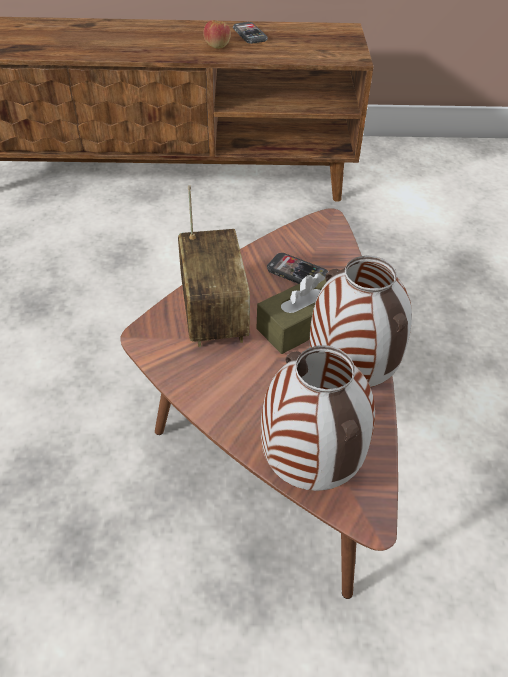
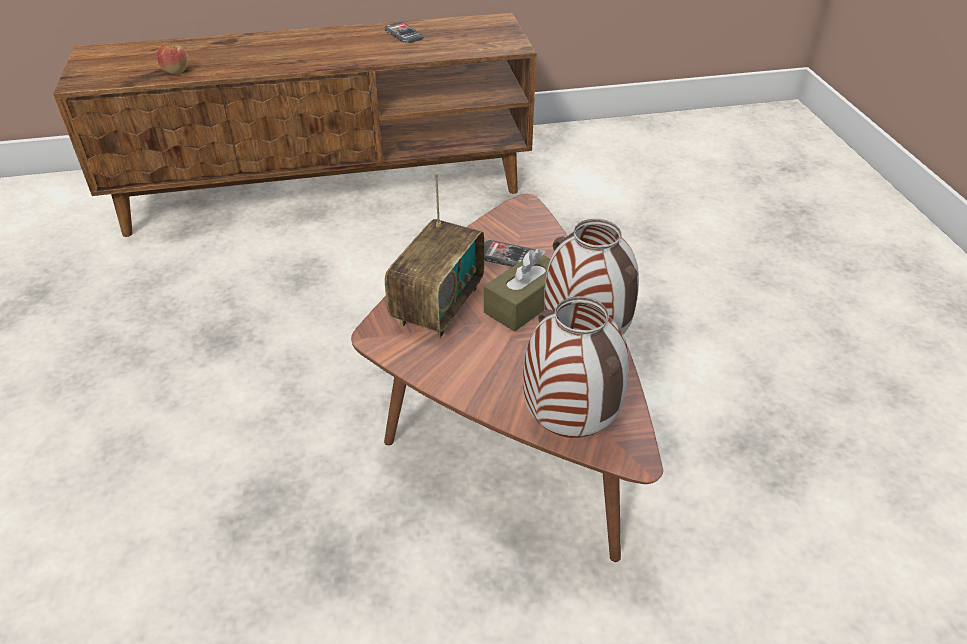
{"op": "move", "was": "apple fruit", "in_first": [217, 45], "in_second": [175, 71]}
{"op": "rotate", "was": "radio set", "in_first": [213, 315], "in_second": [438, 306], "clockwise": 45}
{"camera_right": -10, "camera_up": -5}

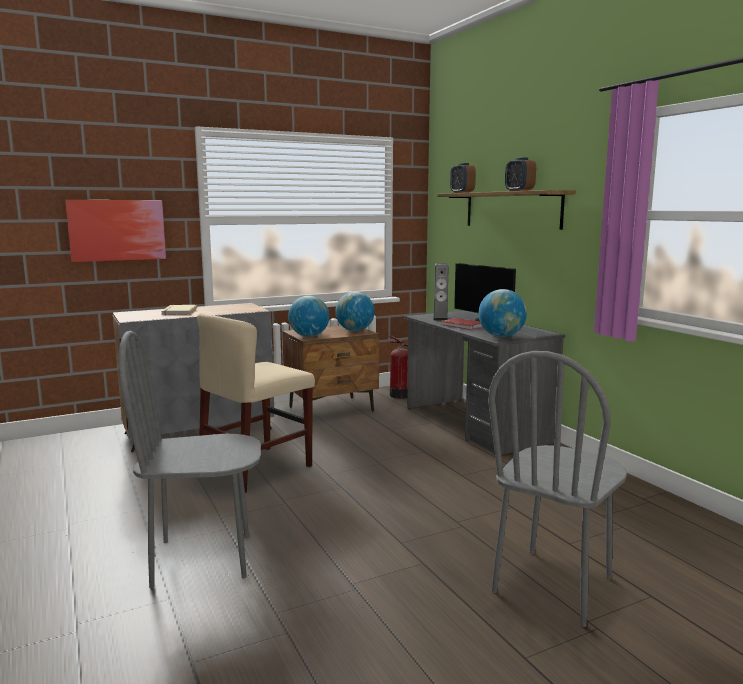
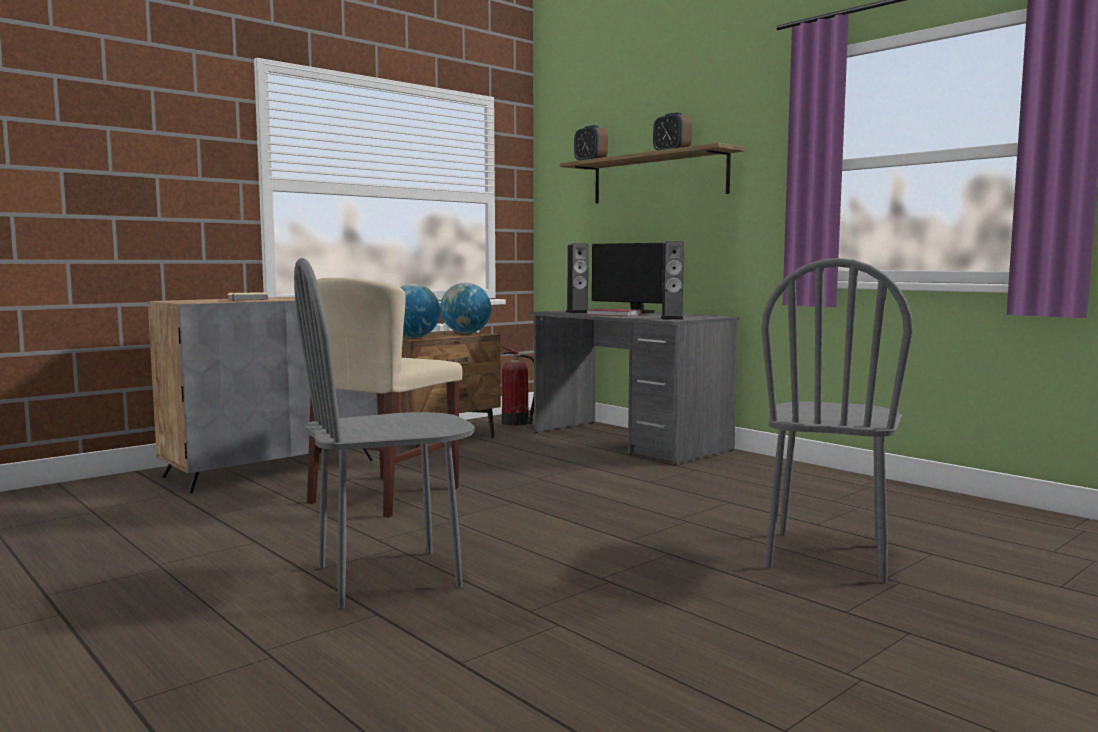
{"op": "replace", "was": "globe", "now": "audio speaker", "in_first": [501, 336], "in_second": [672, 318]}
{"op": "delete", "was": "wall picture", "in_first": [117, 230]}
{"camera_right": -15, "camera_up": -5}

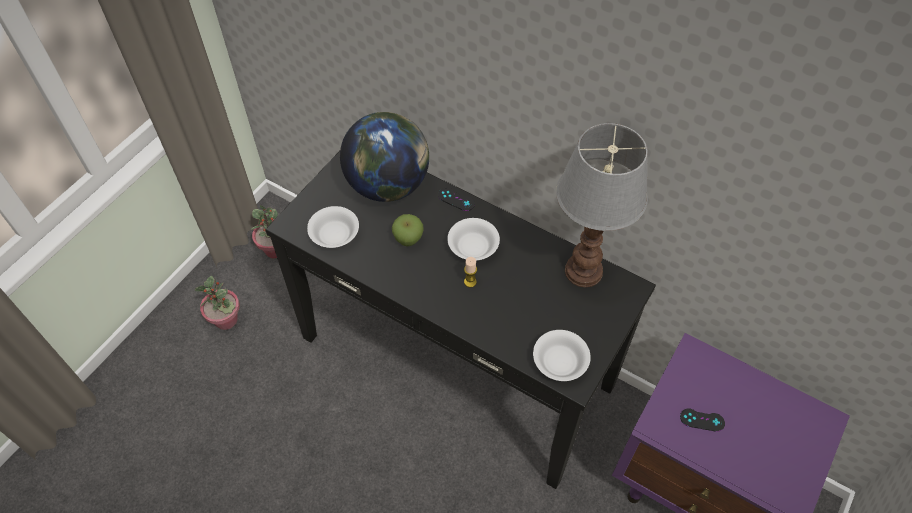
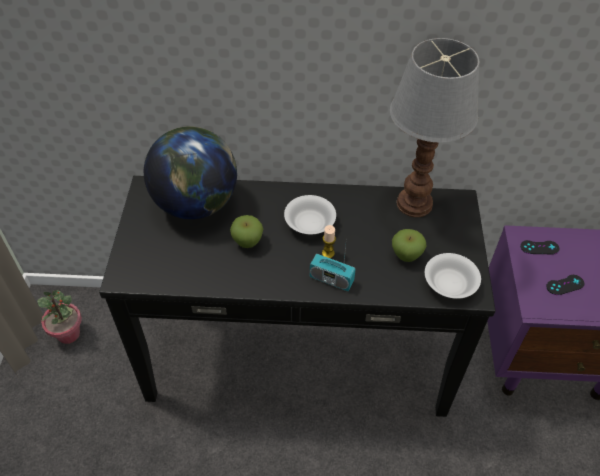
{"op": "insert", "now": "radio set", "in_second": [331, 279]}
{"op": "insert", "now": "apple fruit", "in_second": [406, 255]}
{"op": "move", "was": "gamepad/black-coloured", "in_first": [456, 199], "in_second": [539, 247]}
{"op": "delete", "was": "potted plant", "in_first": [226, 320]}
{"op": "delete", "was": "deep dish/whitish", "in_first": [334, 235]}
{"camera_right": -30, "camera_up": -5}

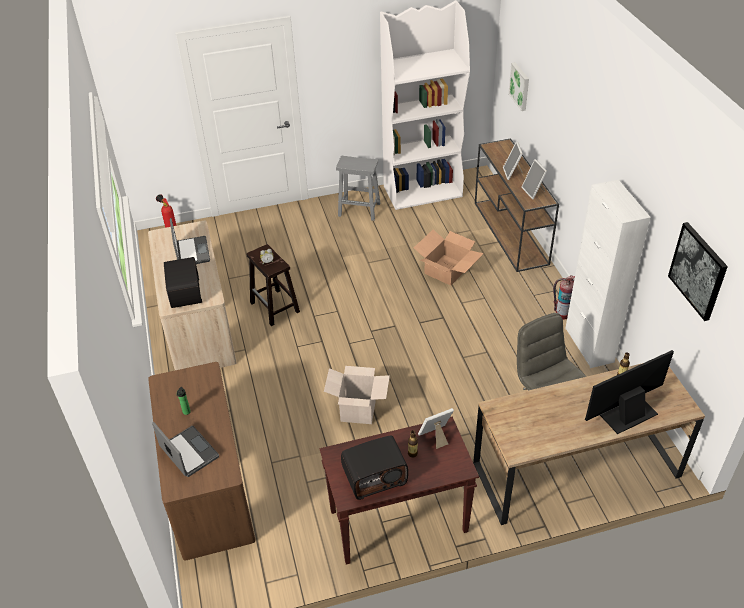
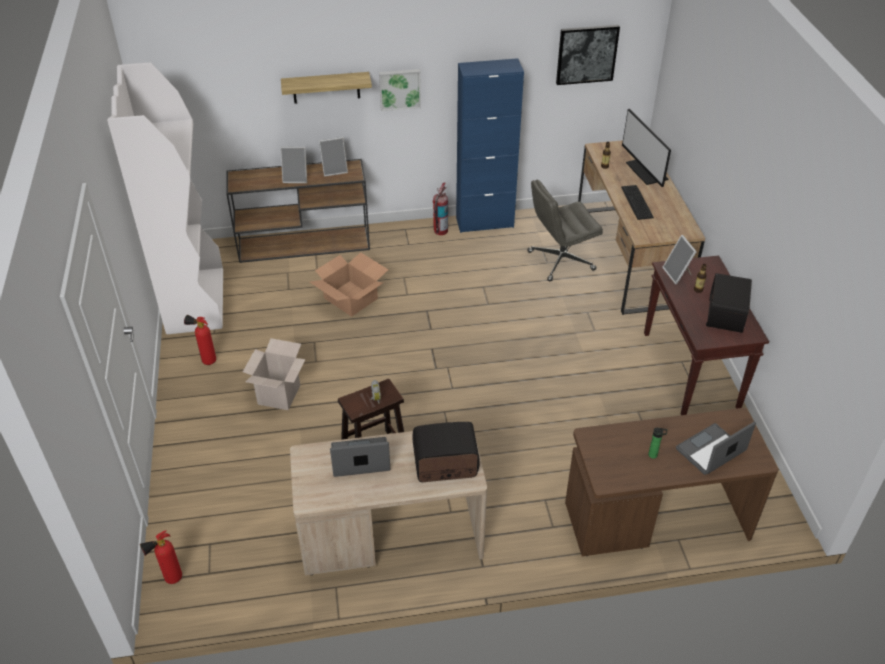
{"op": "replace", "was": "sitting stool/grey", "now": "fire-fighting cylinder", "in_first": [360, 209], "in_second": [206, 360]}
{"op": "move", "was": "packing box", "in_first": [358, 411], "in_second": [279, 395]}
{"op": "insert", "now": "shelf", "in_second": [326, 87]}
{"op": "move", "was": "wall picture", "in_first": [520, 86], "in_second": [399, 89]}
{"op": "recolor", "was": "storage cabinet/whitish", "now": "storage cabinet/blue", "in_first": [589, 345], "in_second": [484, 223]}
{"op": "insert", "now": "PC keyboard", "in_second": [636, 203]}
{"op": "rotate", "was": "radio set", "in_first": [375, 476], "in_second": [726, 315], "clockwise": -150}
{"camera_right": -85, "camera_up": 0}

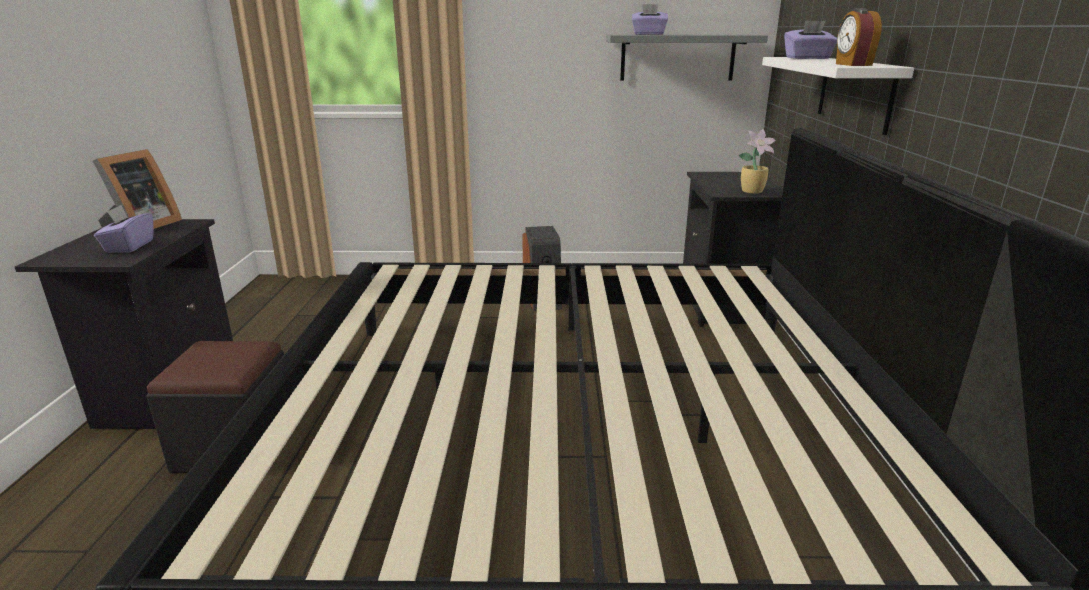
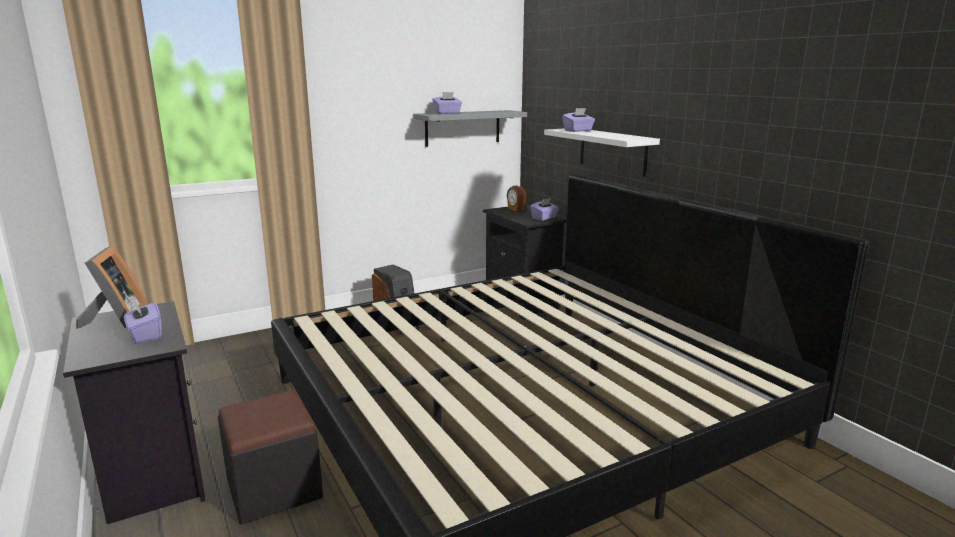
{"op": "move", "was": "alarm clock", "in_first": [852, 64], "in_second": [515, 209]}
{"op": "replace", "was": "potted plant", "now": "tissue holder/purple", "in_first": [753, 191], "in_second": [544, 218]}
{"camera_right": -30, "camera_up": -5}

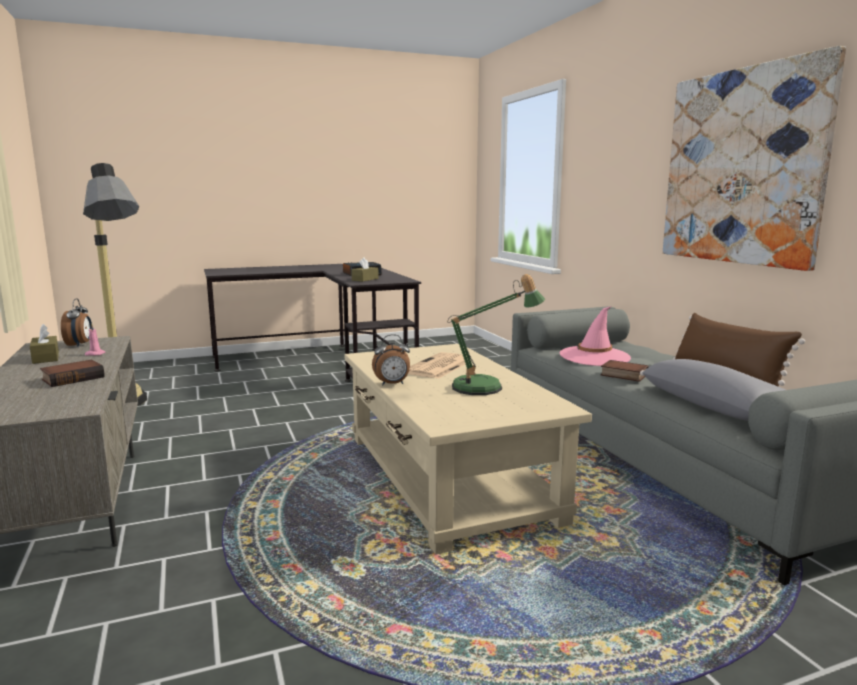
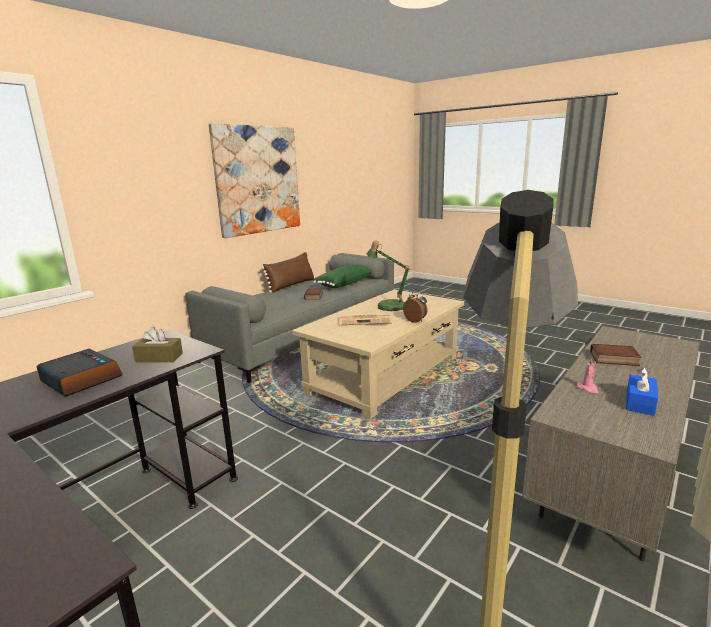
{"op": "recolor", "was": "cushion/grey", "now": "cushion/green", "in_first": [716, 407], "in_second": [343, 284]}
{"op": "recolor", "was": "tissue holder/brown-coloured", "now": "tissue holder/blue", "in_first": [45, 357], "in_second": [640, 402]}
{"op": "delete", "was": "alarm clock", "in_first": [80, 345]}
{"op": "delete", "was": "hat/pink-coloured", "in_first": [594, 356]}
{"camera_right": -120, "camera_up": 5}

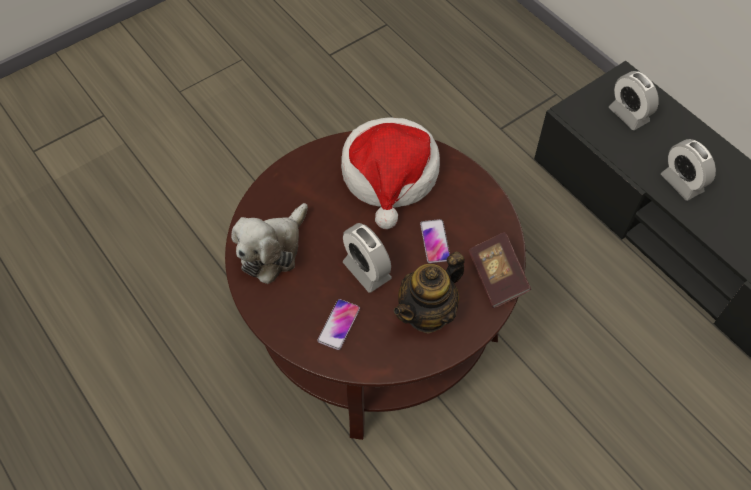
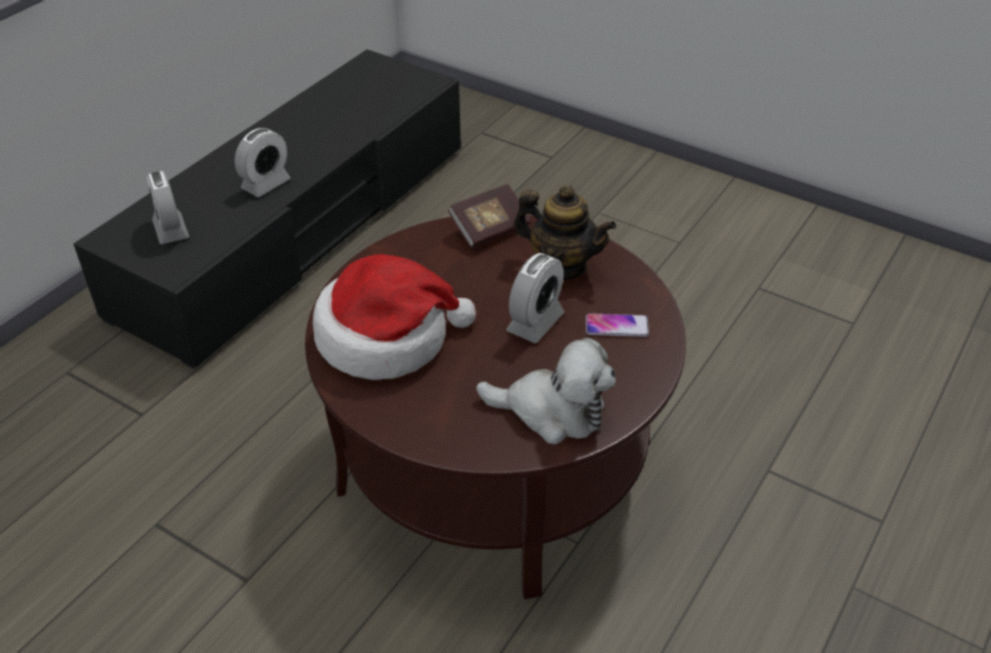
{"op": "rotate", "was": "alarm clock", "in_first": [628, 115], "in_second": [171, 229], "clockwise": 120}
{"op": "delete", "was": "handset", "in_first": [435, 241]}
{"camera_right": -110, "camera_up": -15}

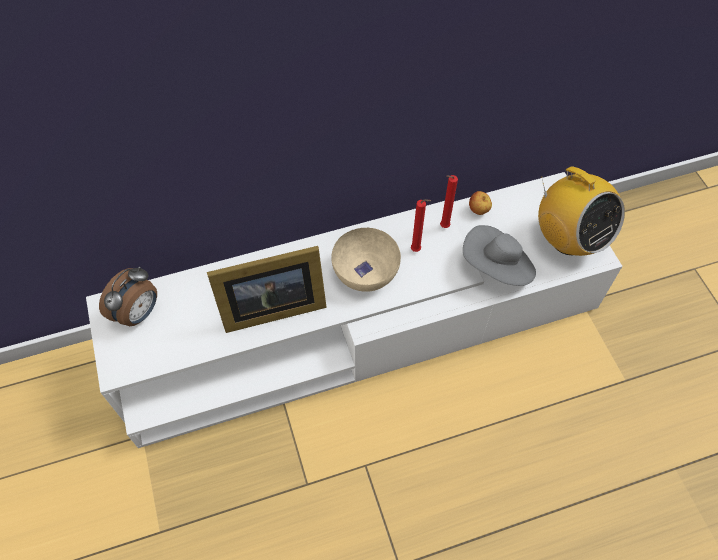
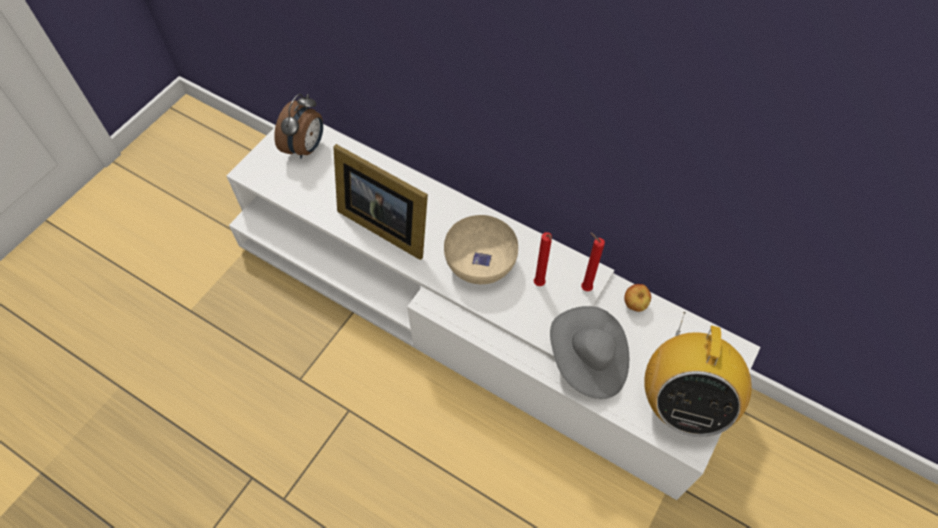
{"op": "rotate", "was": "alarm clock", "in_first": [138, 313], "in_second": [306, 148], "clockwise": -60}
{"camera_right": 50, "camera_up": 0}

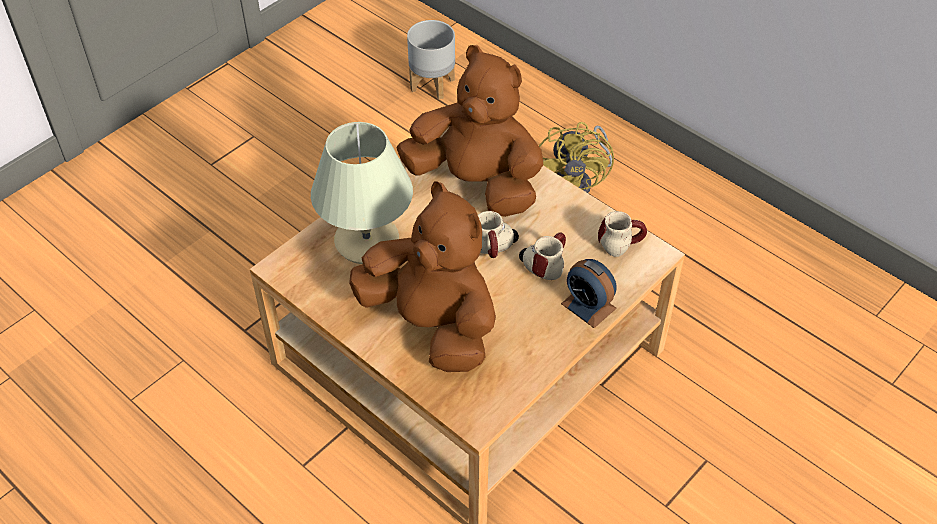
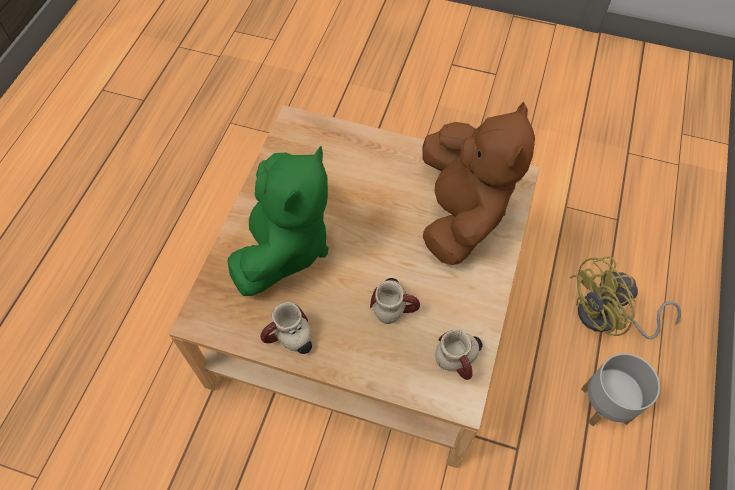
{"op": "recolor", "was": "plush toy/brown-coloured", "now": "plush toy/green", "in_first": [432, 324], "in_second": [284, 246]}
{"op": "move", "was": "tea mug", "in_first": [496, 249], "in_second": [289, 340]}
{"op": "move", "was": "planter/grey", "in_first": [433, 85], "in_second": [605, 405]}
{"op": "delete", "was": "table lamp/beige", "in_first": [366, 240]}
{"op": "delete", "was": "alarm clock", "in_first": [588, 306]}
{"camera_right": 65, "camera_up": 10}

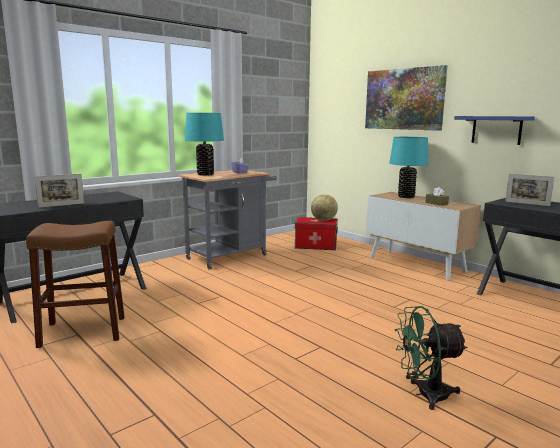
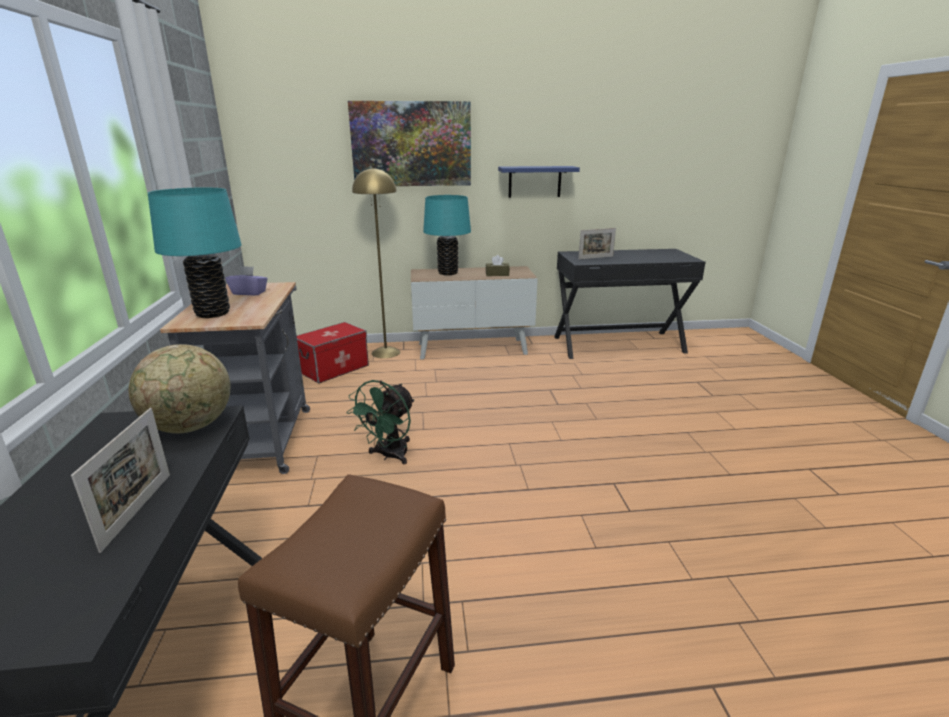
{"op": "move", "was": "globe", "in_first": [323, 220], "in_second": [191, 427]}
{"op": "move", "was": "cooling fan/green", "in_first": [425, 394], "in_second": [389, 456]}
{"op": "insert", "now": "standing lamp/yellowish", "in_second": [385, 352]}
{"camera_right": -55, "camera_up": 10}

